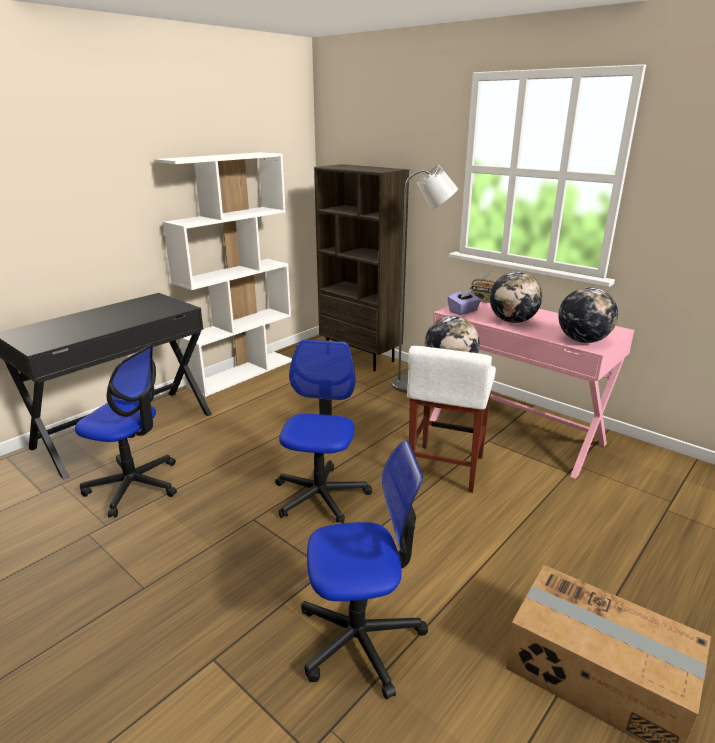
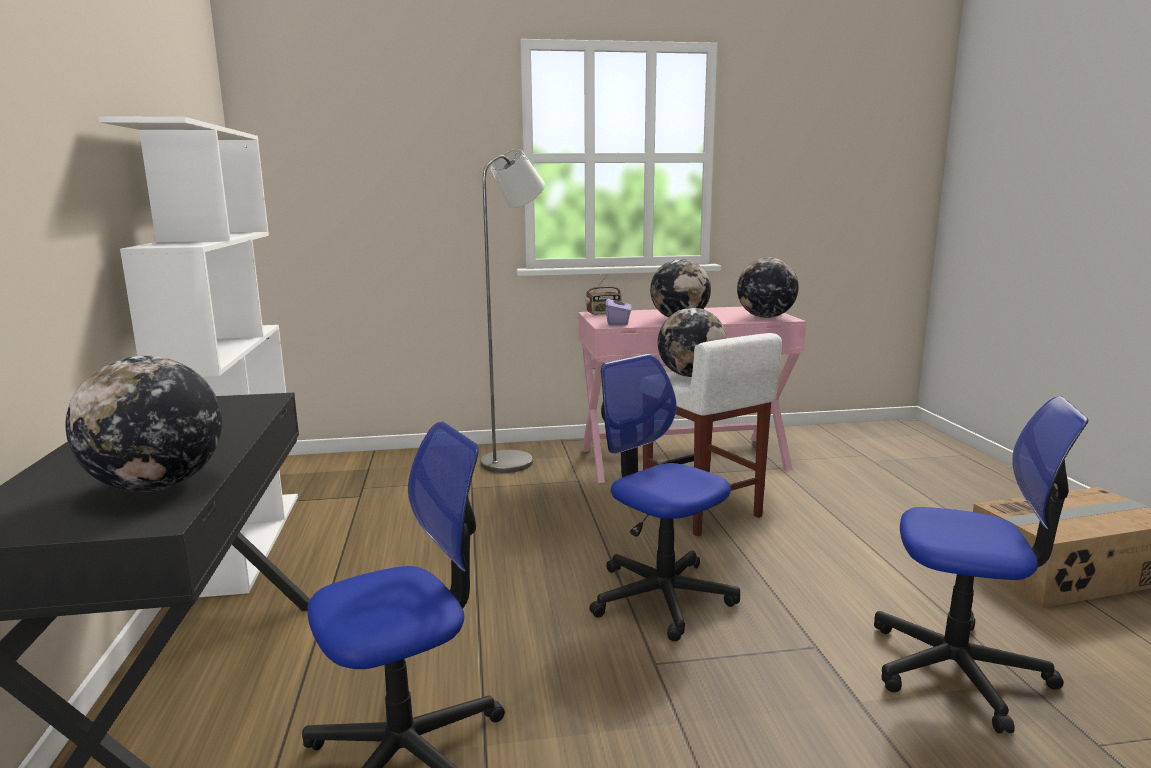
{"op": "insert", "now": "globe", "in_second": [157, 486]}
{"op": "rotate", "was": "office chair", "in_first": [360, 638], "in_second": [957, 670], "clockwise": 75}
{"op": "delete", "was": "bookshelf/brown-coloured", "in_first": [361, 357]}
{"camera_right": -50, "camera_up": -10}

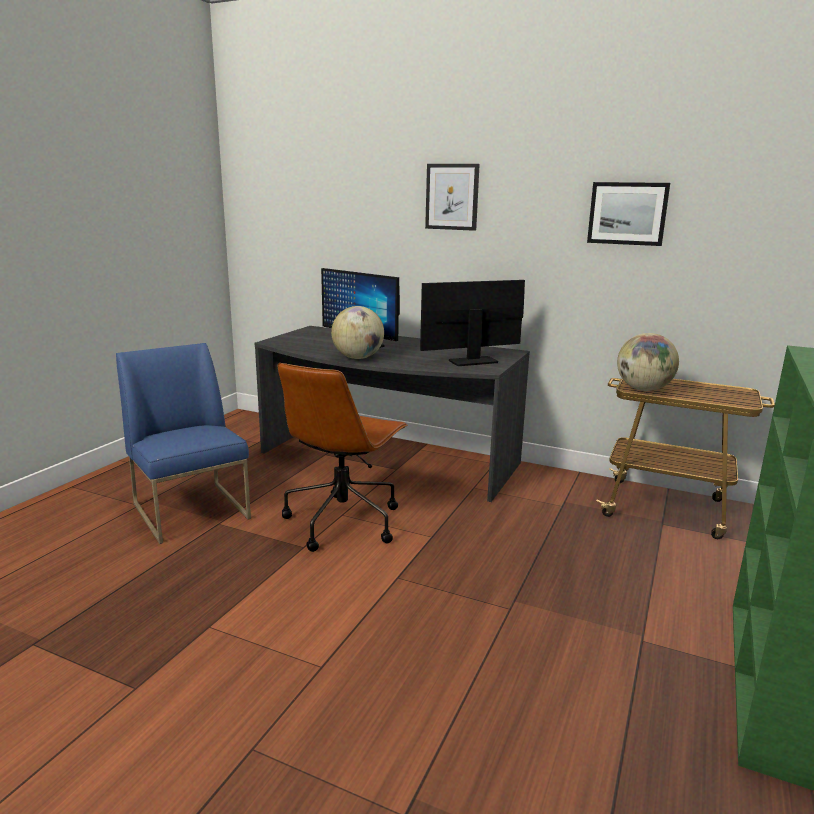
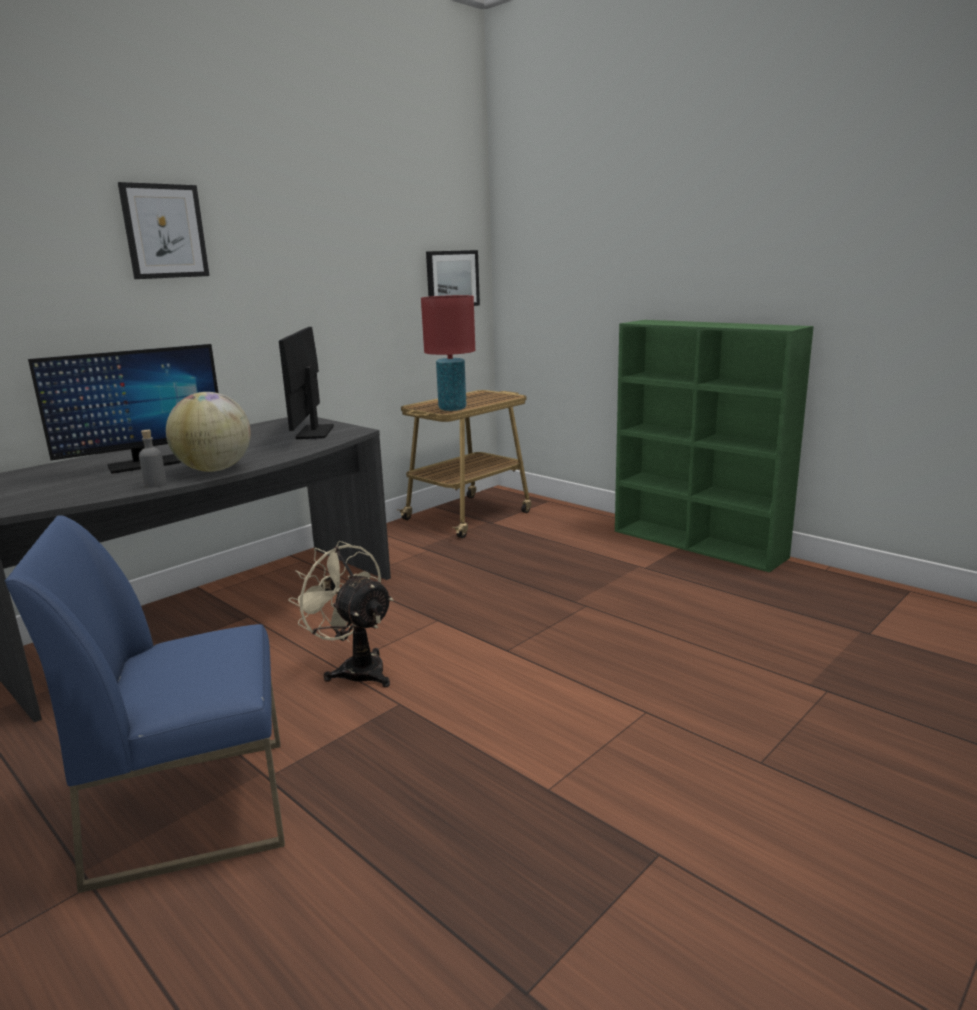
{"op": "insert", "now": "bottle/grey", "in_second": [155, 484]}
{"op": "replace", "was": "office chair/brown-coloured", "now": "cooling fan/beige", "in_first": [343, 521], "in_second": [355, 669]}
{"op": "replace", "was": "globe", "now": "table lamp/reddish", "in_first": [643, 389], "in_second": [452, 409]}
{"op": "move", "was": "wall picture", "in_first": [627, 213], "in_second": [452, 279]}
{"camera_right": -70, "camera_up": 0}

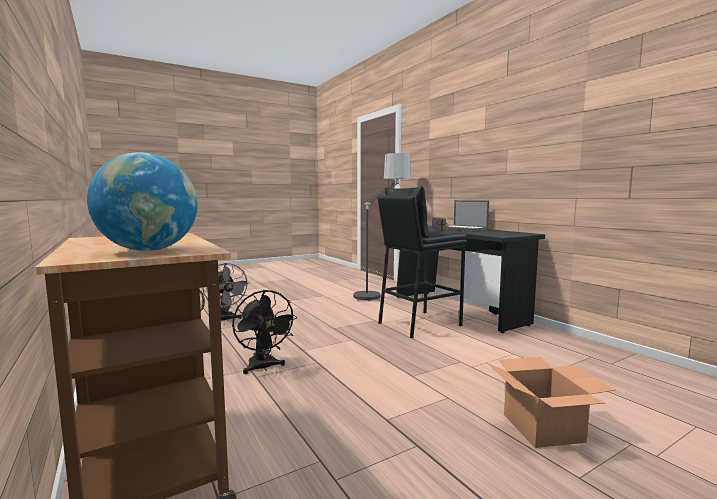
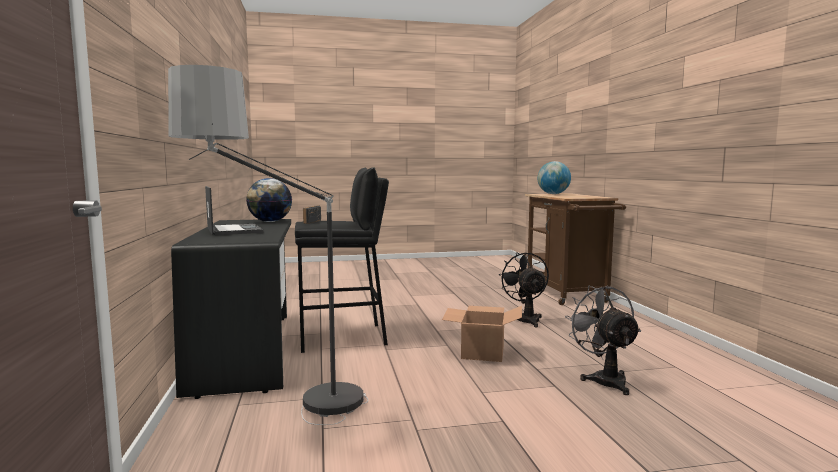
{"op": "insert", "now": "globe", "in_second": [270, 222]}
{"op": "move", "was": "packing box", "in_first": [541, 427], "in_second": [483, 353]}
{"camera_right": -160, "camera_up": 0}

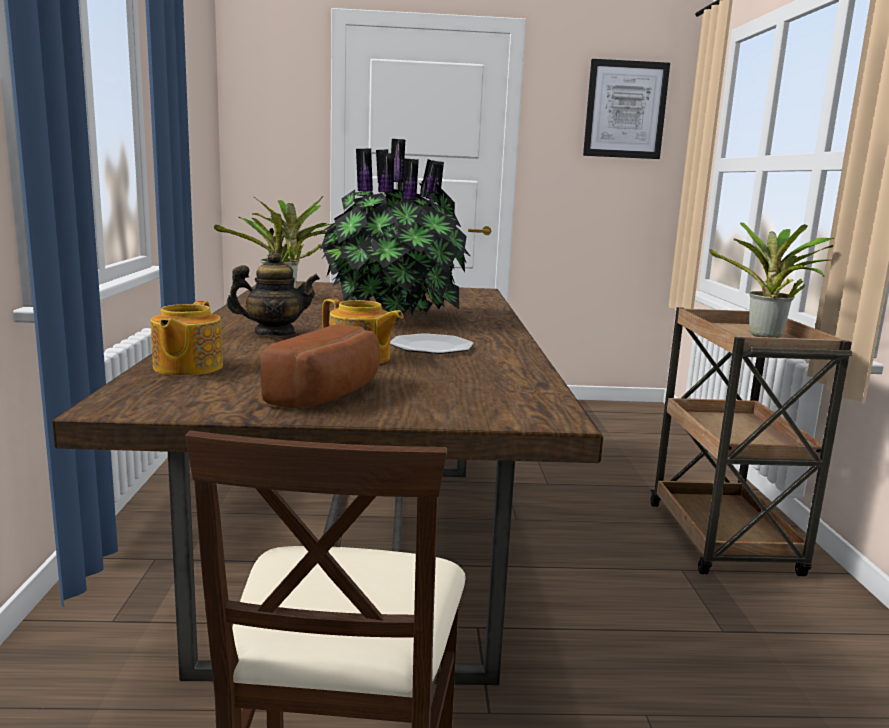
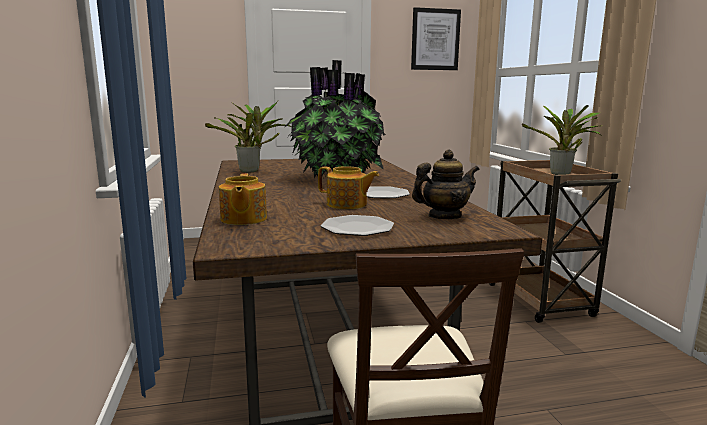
{"op": "replace", "was": "bread", "now": "dinner plate", "in_first": [332, 394], "in_second": [357, 228]}
{"op": "move", "was": "pot for tea", "in_first": [274, 333], "in_second": [444, 216]}
{"camera_right": -10, "camera_up": 0}

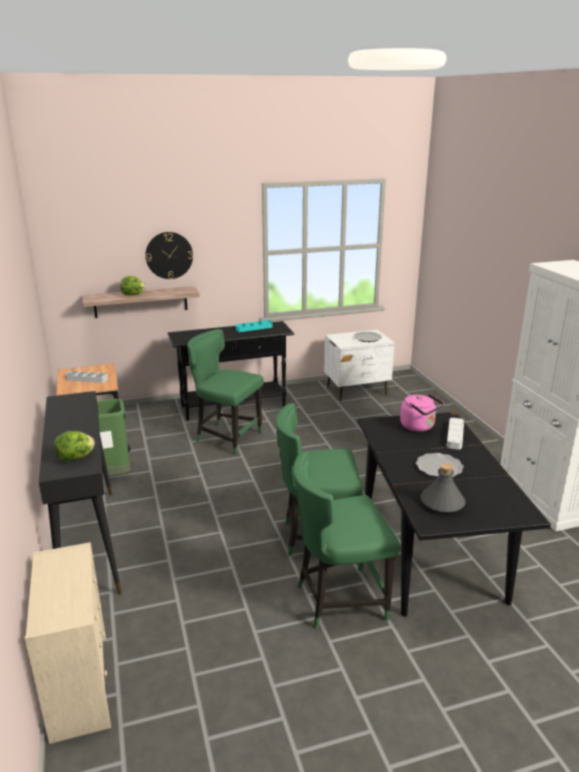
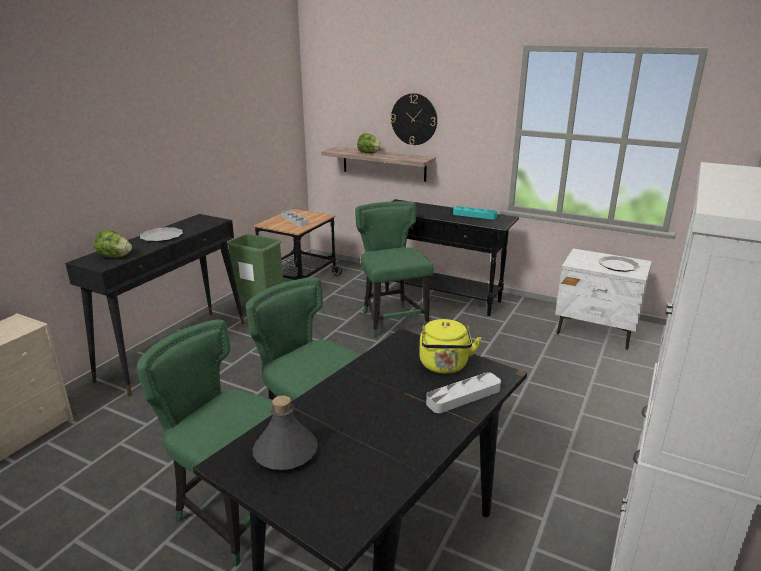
{"op": "move", "was": "dinner plate", "in_first": [438, 467], "in_second": [162, 236]}
{"op": "recolor", "was": "water kettle/pink-coloured", "now": "water kettle/yellowish", "in_first": [419, 427], "in_second": [444, 366]}
{"camera_right": 45, "camera_up": 0}

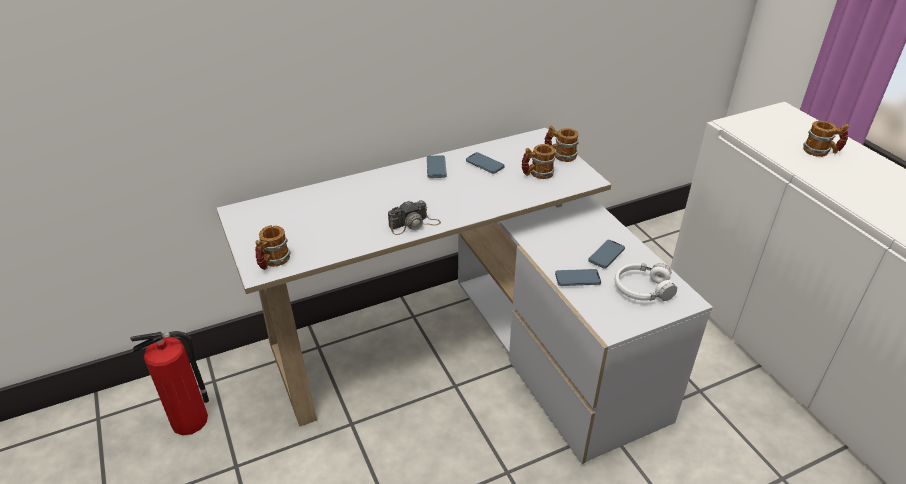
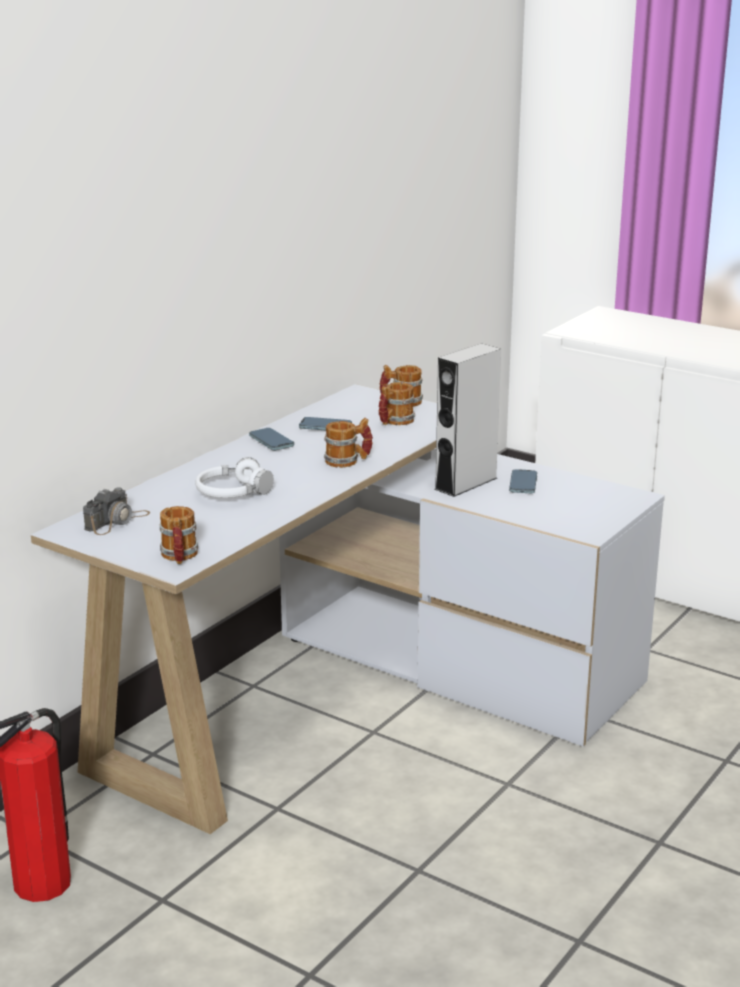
{"op": "move", "was": "still camera", "in_first": [414, 224], "in_second": [117, 521]}
{"op": "move", "was": "headset/whitish", "in_first": [642, 289], "in_second": [233, 492]}
{"op": "move", "was": "tea mug", "in_first": [821, 151], "in_second": [348, 461]}
{"op": "insert", "now": "audio speaker/grey", "in_second": [465, 483]}
{"op": "delete", "was": "handset", "in_first": [577, 279]}
{"camera_right": -30, "camera_up": -15}

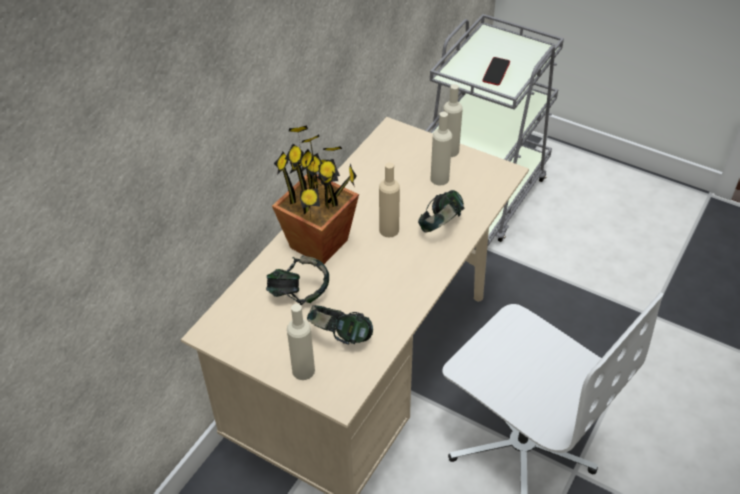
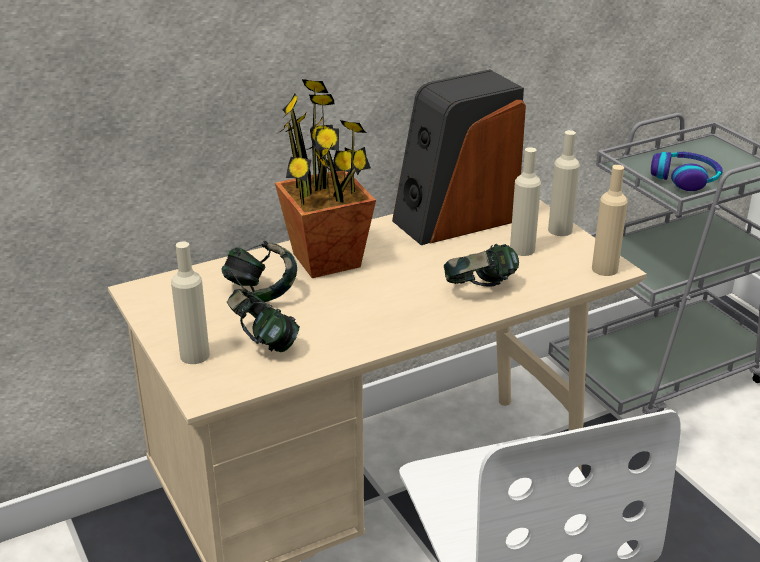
{"op": "insert", "now": "audio speaker", "in_second": [454, 219]}
{"op": "move", "was": "bottle/beige", "in_first": [389, 230], "in_second": [604, 269]}
{"op": "replace", "was": "handset", "now": "headset", "in_first": [496, 73], "in_second": [685, 178]}
{"camera_right": 30, "camera_up": -15}

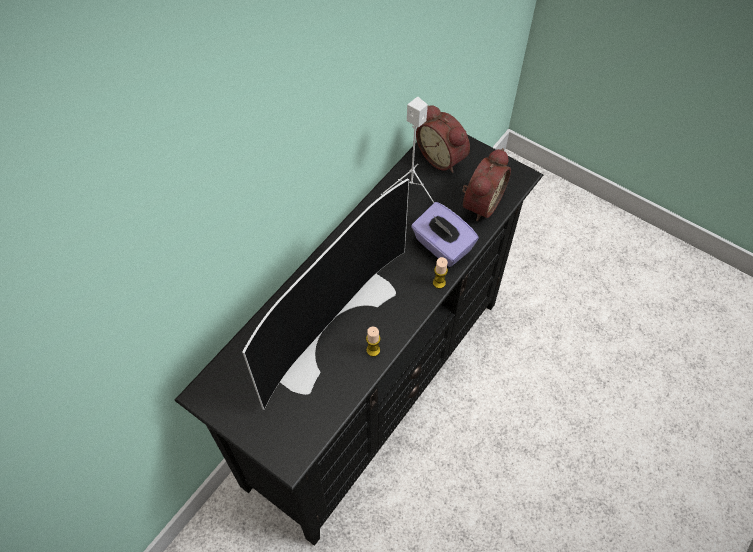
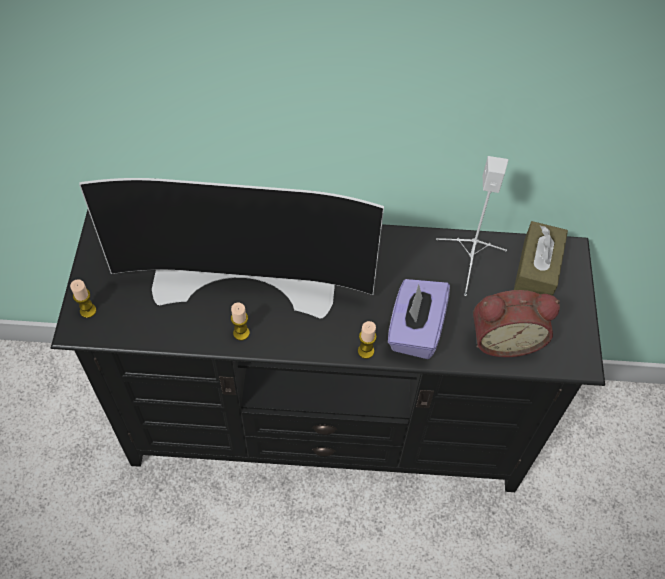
{"op": "insert", "now": "wax candle", "in_second": [88, 311]}
{"op": "replace", "was": "alarm clock", "now": "tissue holder/brown-coloured", "in_first": [443, 157], "in_second": [537, 269]}
{"camera_right": 55, "camera_up": 0}

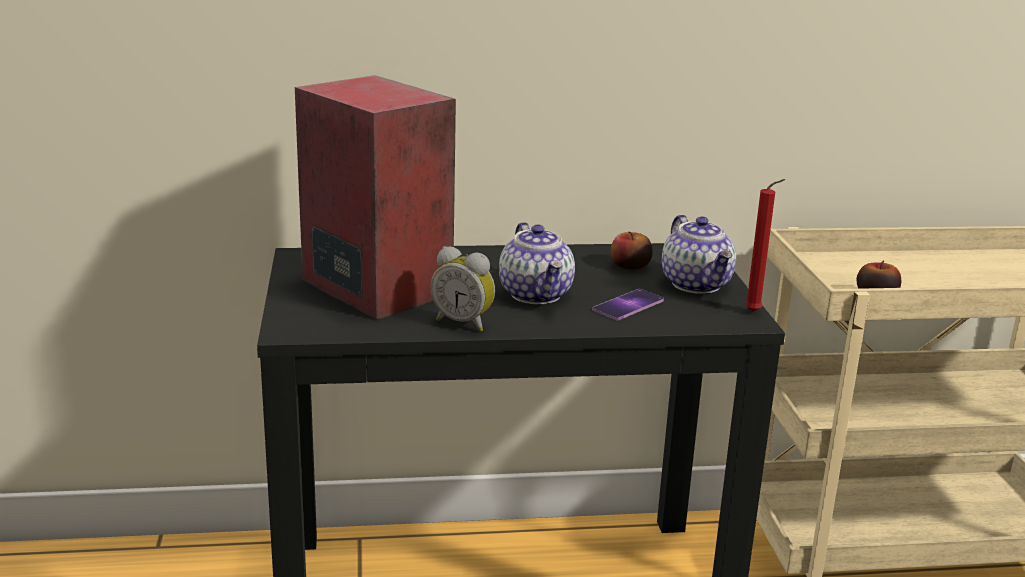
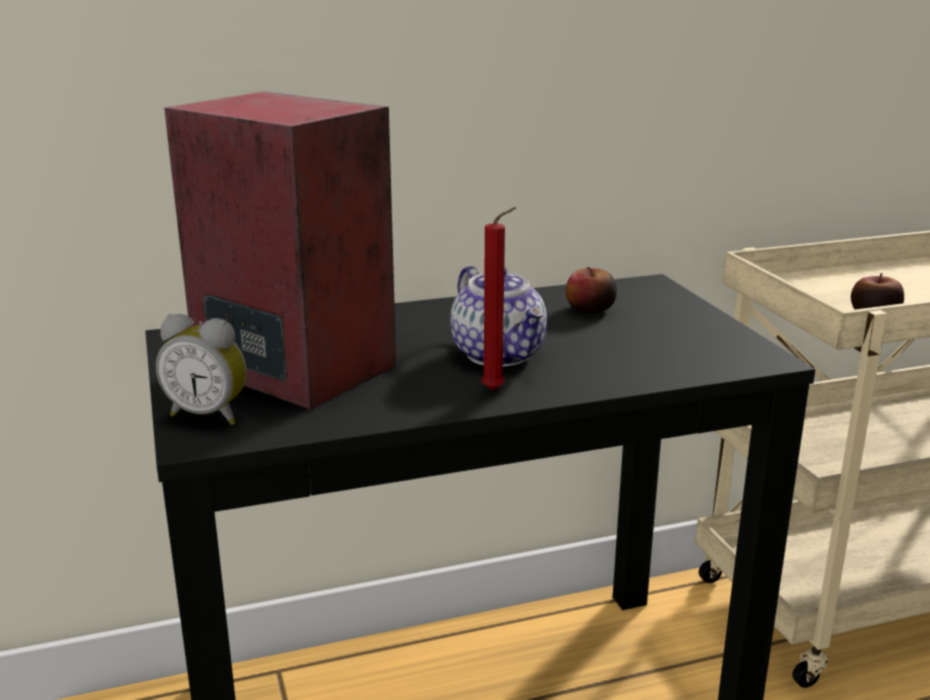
{"op": "move", "was": "alarm clock", "in_first": [464, 322], "in_second": [209, 414]}
{"op": "move", "was": "wax candle/reddish", "in_first": [755, 312], "in_second": [496, 391]}
{"op": "delete", "was": "handset", "in_first": [628, 305]}
{"op": "delete", "was": "pot for tea", "in_first": [697, 284]}
{"camera_right": -10, "camera_up": 0}

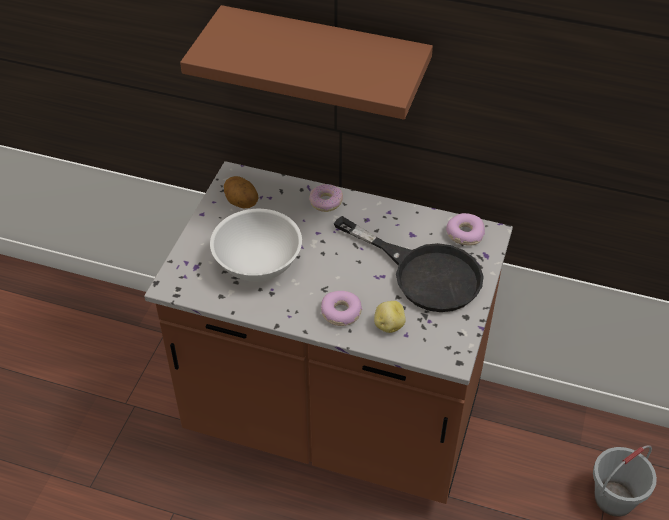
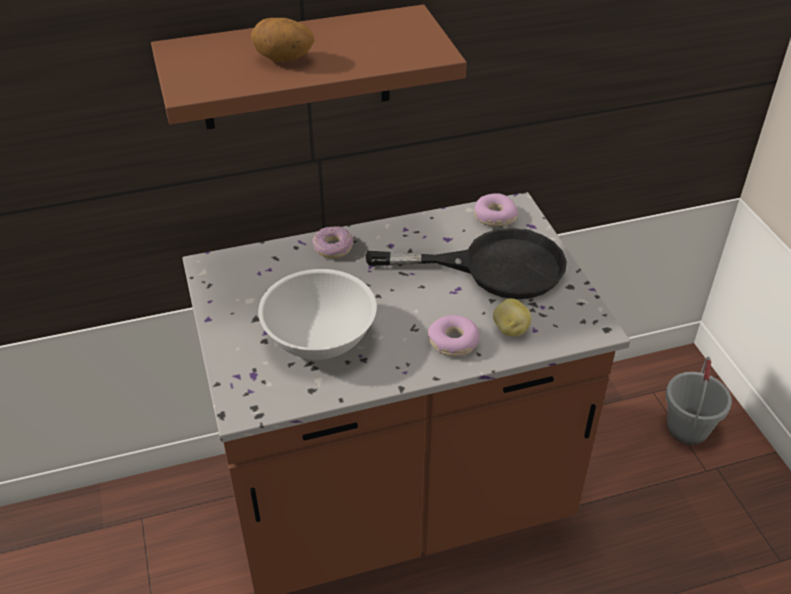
{"op": "move", "was": "potato", "in_first": [241, 203], "in_second": [283, 60]}
{"camera_right": -35, "camera_up": -5}

